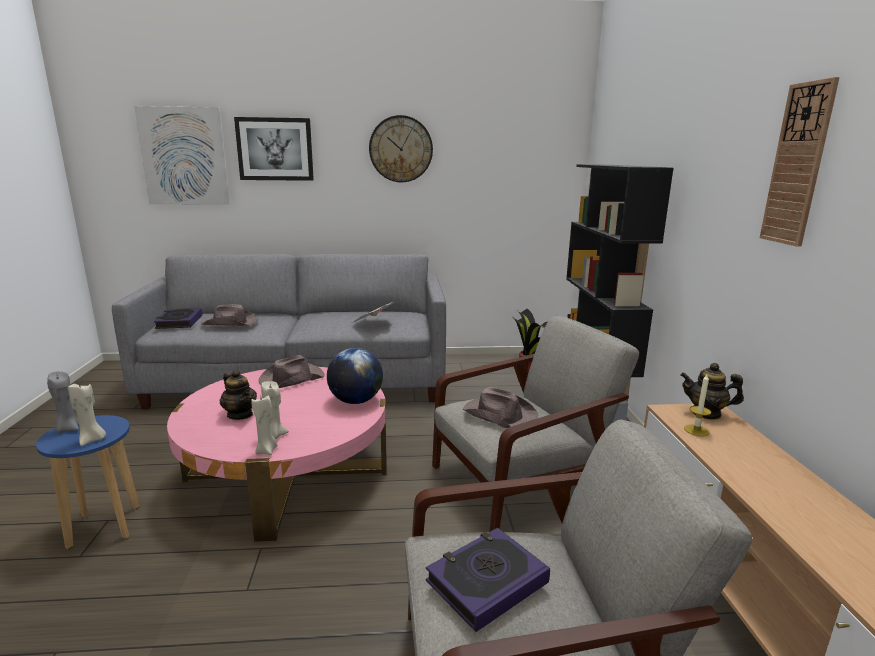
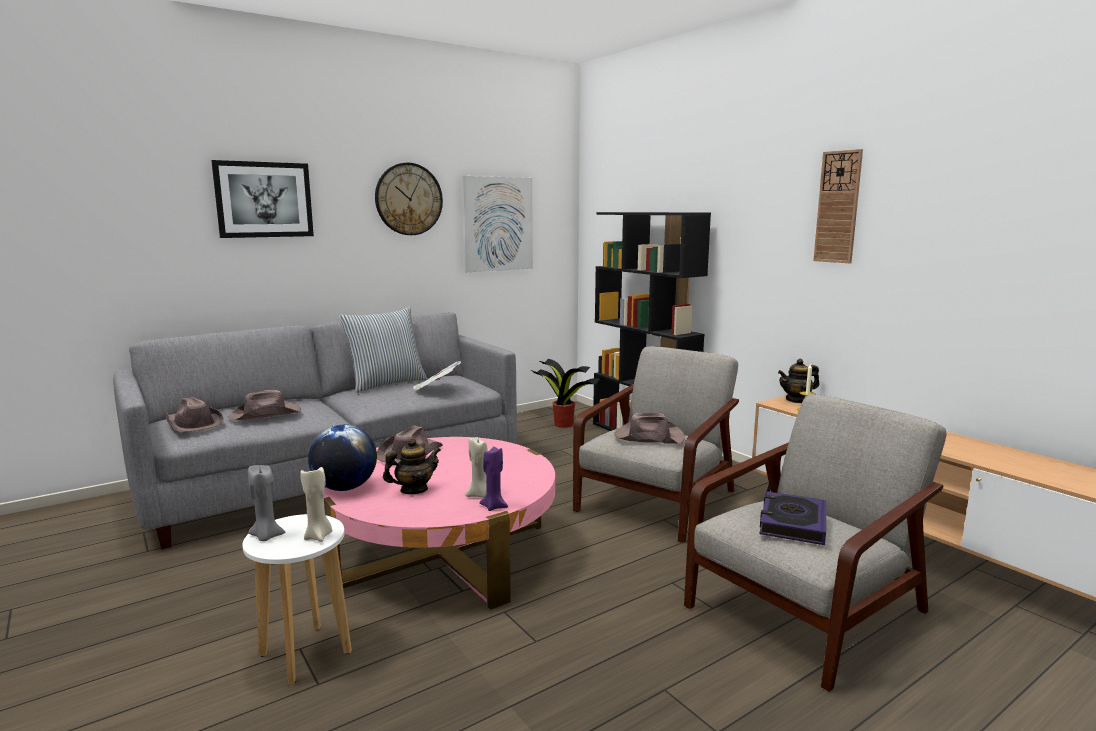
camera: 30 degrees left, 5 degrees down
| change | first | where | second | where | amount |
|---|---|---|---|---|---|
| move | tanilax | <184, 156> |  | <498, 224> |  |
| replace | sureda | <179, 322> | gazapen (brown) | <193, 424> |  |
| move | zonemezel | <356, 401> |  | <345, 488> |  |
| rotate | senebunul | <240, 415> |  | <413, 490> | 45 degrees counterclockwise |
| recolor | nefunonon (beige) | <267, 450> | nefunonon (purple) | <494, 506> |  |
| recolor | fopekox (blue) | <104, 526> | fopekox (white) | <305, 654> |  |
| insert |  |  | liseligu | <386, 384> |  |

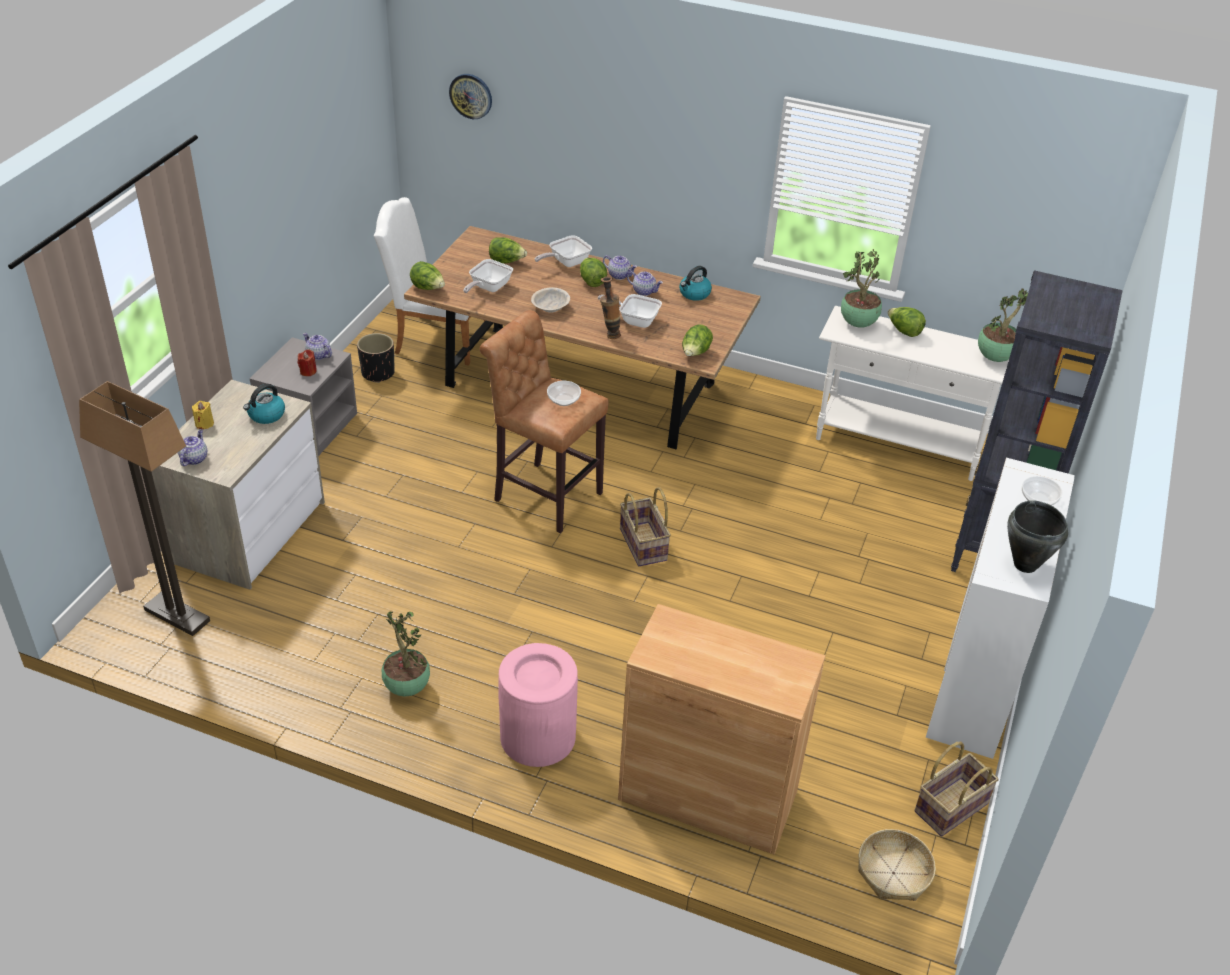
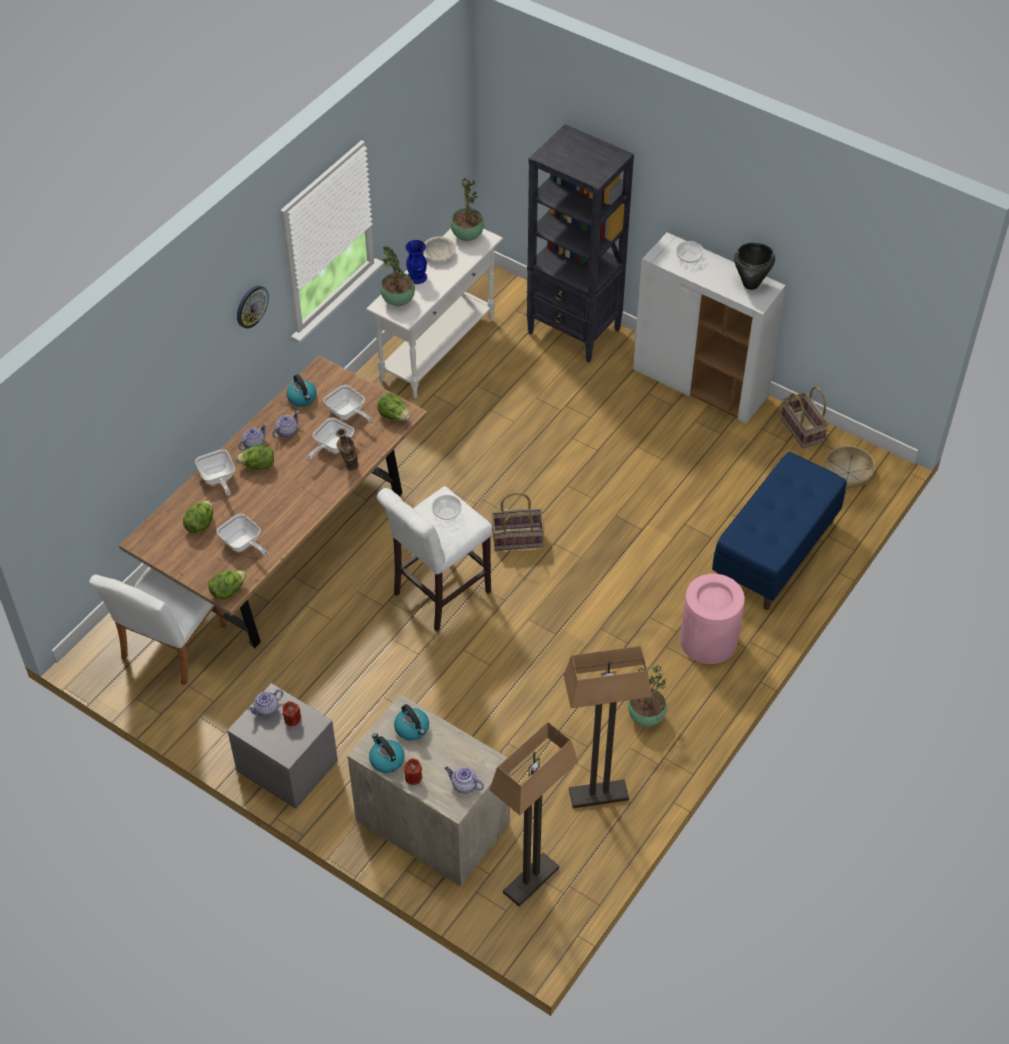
camera: 75 degrees left, 10 degrees up
| change | first | where | second | where | amount |
|---|---|---|---|---|---|
| move | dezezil | <471, 96> |  | <251, 306> |  |
| move | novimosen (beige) | <550, 308> |  | <439, 255> |  |
| replace | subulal | <904, 331> | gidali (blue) | <417, 277> |  |
| recolor | fopekox (brown) | <543, 494> | fopekox (white) | <437, 595> |  |
| delete | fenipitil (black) | <378, 373> |  |  |  |
| recolor | nefunonon (yellow) | <204, 424> | nefunonon (red) | <413, 777> |  |
| replace | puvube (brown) | <708, 795> | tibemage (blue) | <775, 552> |  |
| insert |  |  | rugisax | <348, 414> |  |
| insert |  |  | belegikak | <598, 795> |  |
| insert |  |  | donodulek | <386, 760> |  |

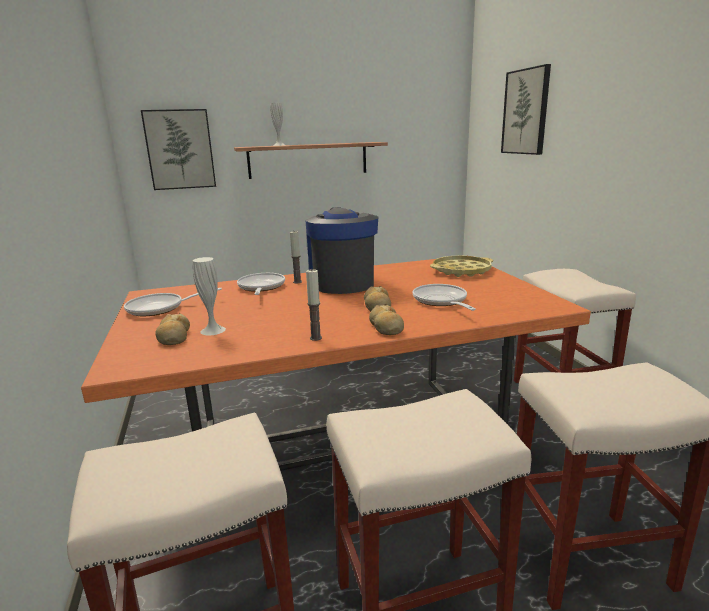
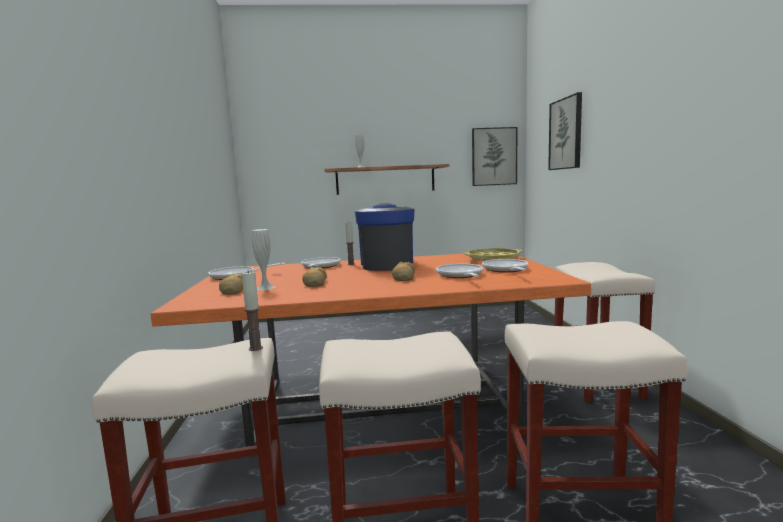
camera: 10 degrees right, 10 degrees down
| change | first | where | second | where | amount |
|---|---|---|---|---|---|
| move | tanilax | <180, 149> |  | <494, 156> |  |
| move | nefunonon | <315, 338> |  | <255, 348> |  |
| move | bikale | <386, 327> |  | <315, 283> |  |
| insert |  |  | rugisax | <506, 270> |  |

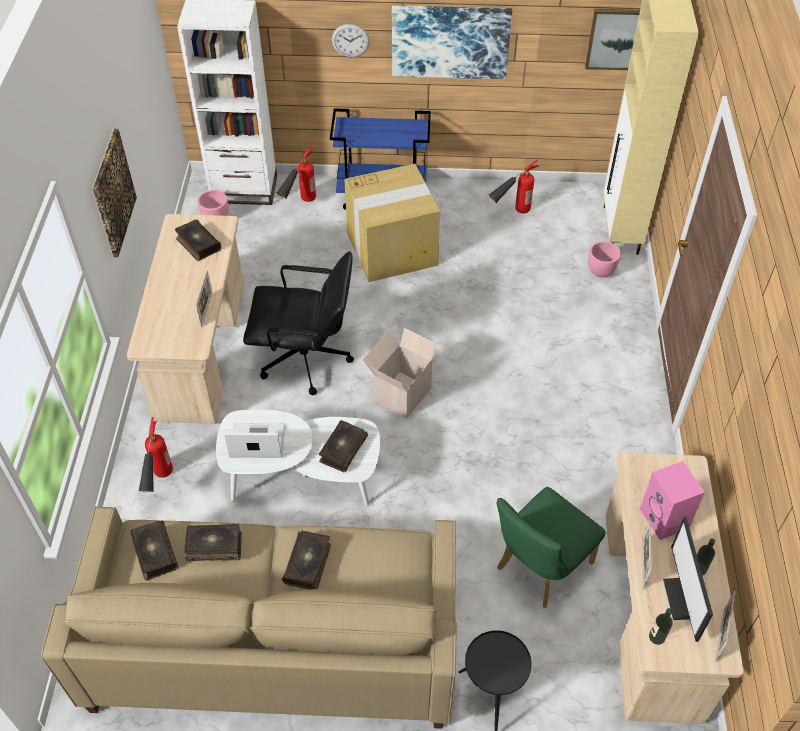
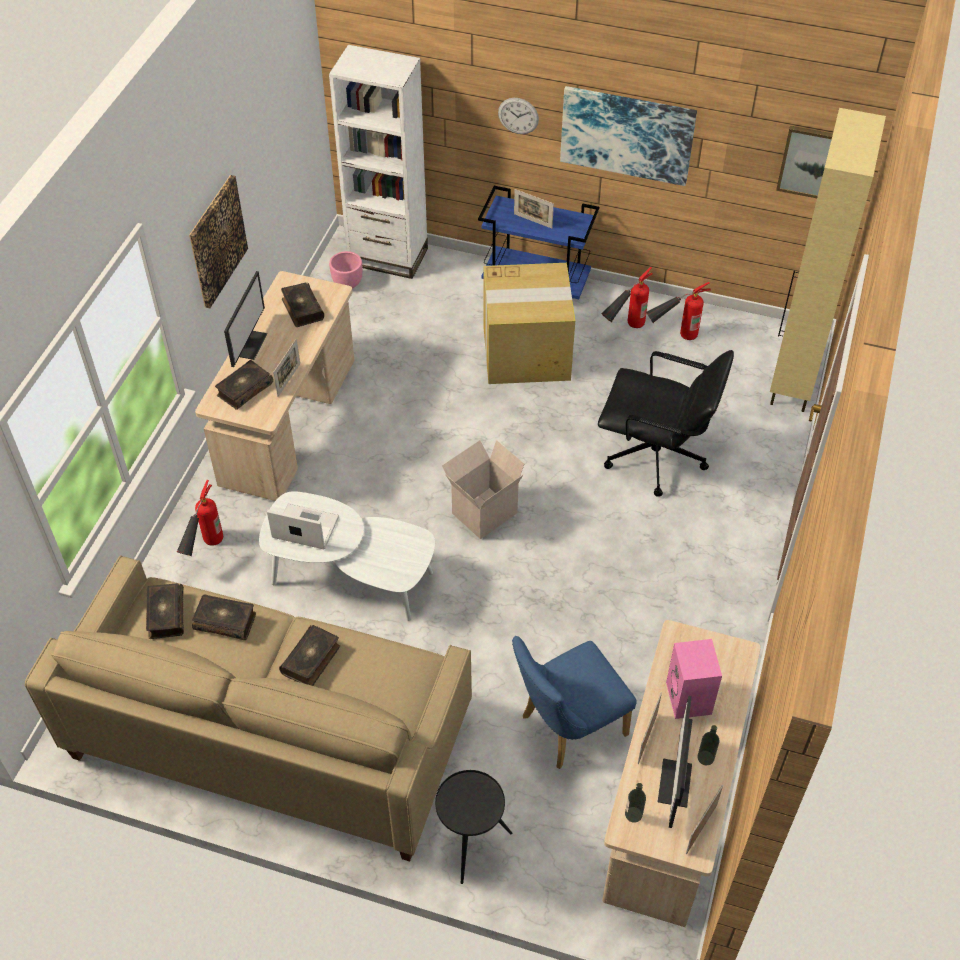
camera: 15 degrees right, 0 degrees up
| change | first | where | second | where | amount |
|---|---|---|---|---|---|
| move | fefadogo | <299, 205> |  | <624, 330> |  |
| delete | fenipitil (pink) | <600, 272> |  |  |  |
| move | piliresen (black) | <306, 360> |  | <656, 457> |  |
| move | sureda | <342, 450> |  | <244, 389> |  |
| recolor | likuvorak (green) | <539, 569> | likuvorak (blue) | <566, 728> |  |
| insert |  |  | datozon | <533, 221> |  |
| insert |  |  | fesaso | <249, 344> |  |

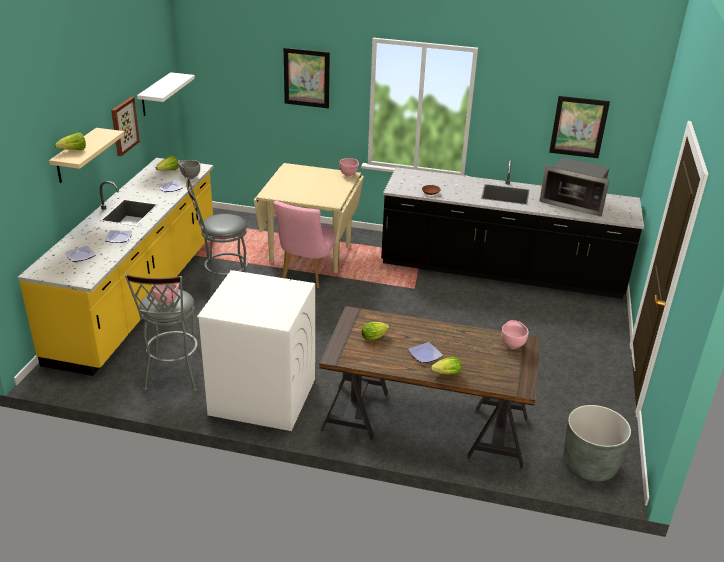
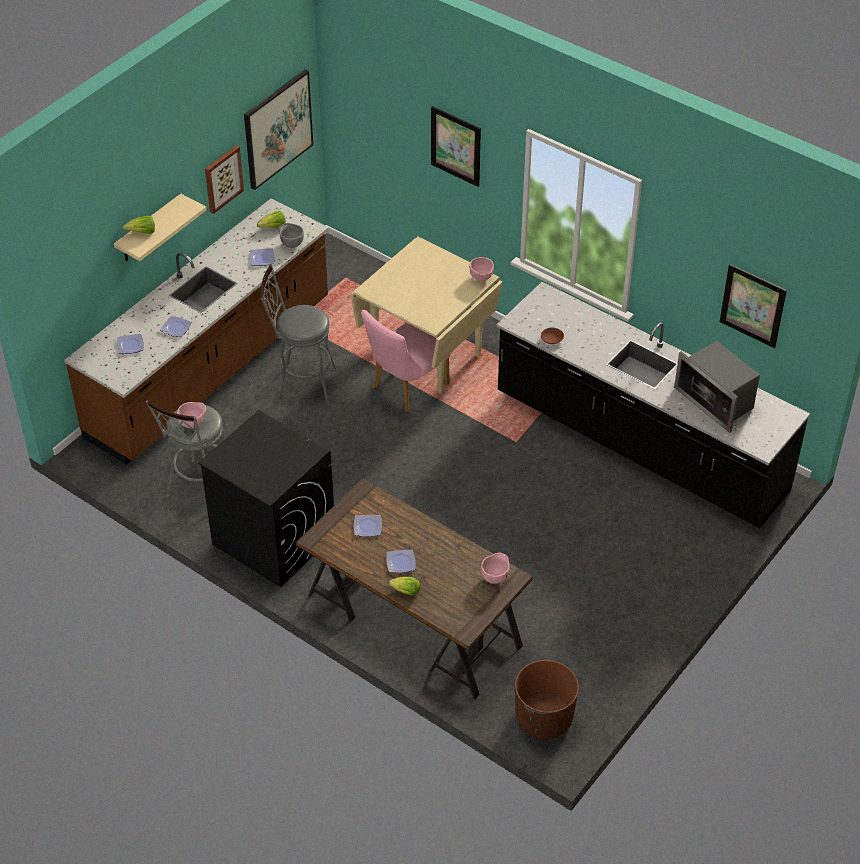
camera: 25 degrees right, 15 degrees up
| change | first | where | second | where | amount |
|---|---|---|---|---|---|
| replace | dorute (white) | <155, 94> | tanilax | <277, 129> |  |
| recolor | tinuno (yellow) | <139, 295> | tinuno (brown) | <211, 369> |  |
| recolor | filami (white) | <262, 397> | filami (black) | <273, 539> |  |
| replace | subulal | <375, 337> | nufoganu | <367, 526> |  |
| recolor | fenipitil (grey) | <589, 465> | fenipitil (brown) | <544, 718> |  |

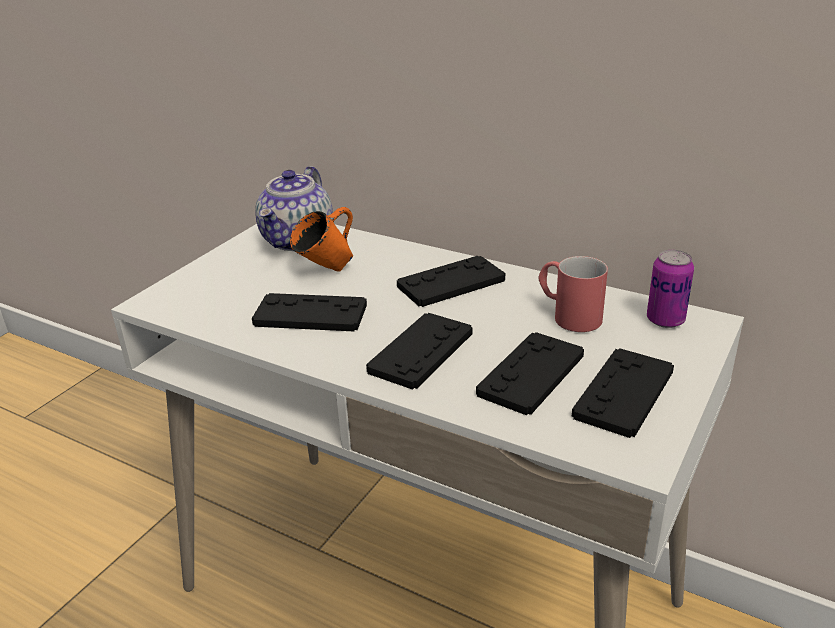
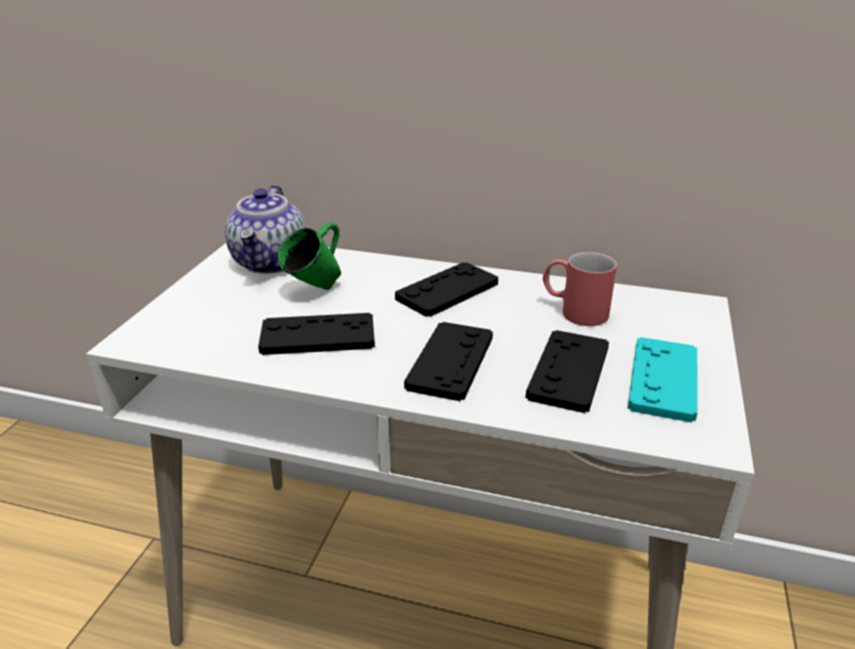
camera: 15 degrees left, 0 degrees up
| change | first | where | second | where | amount |
|---|---|---|---|---|---|
| recolor | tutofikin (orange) | <327, 271> | tutofikin (green) | <315, 291> |  |
| delete | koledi | <665, 320> |  |  |  |
| recolor | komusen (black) | <623, 393> | komusen (turquoise) | <663, 380> |  |

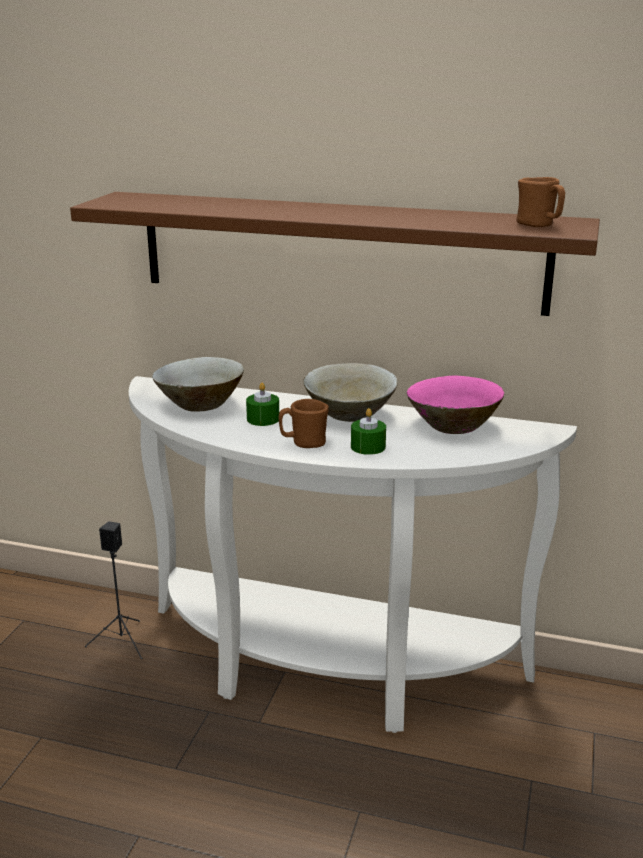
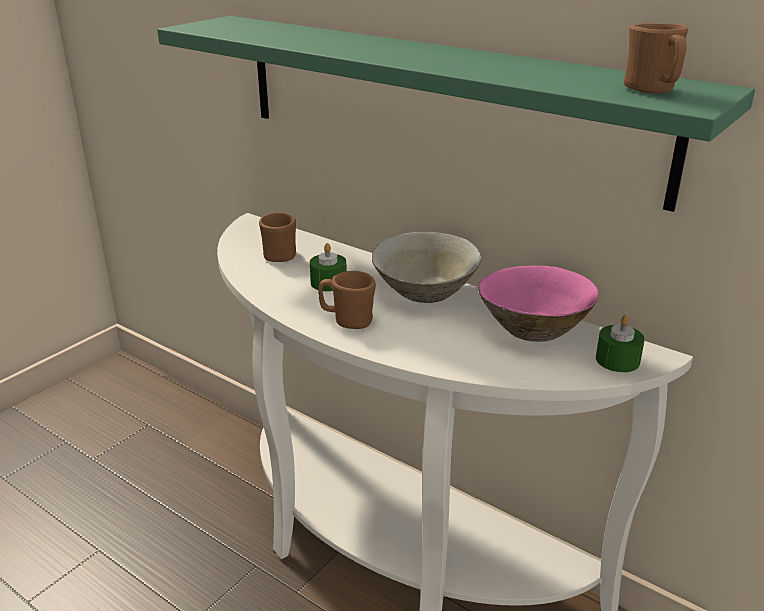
camera: 20 degrees right, 5 degrees up
| change | first | where | second | where | amount |
|---|---|---|---|---|---|
| recolor | dorute (brown) | <339, 251> | dorute (green) | <437, 102> |  |
| replace | novimosen (beige) | <200, 404> | tutofikin (brown) | <280, 254> |  |
| move | nefunonon (green) | <368, 447> |  | <617, 360> |  |
| delete | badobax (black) | <123, 642> |  |  |  |

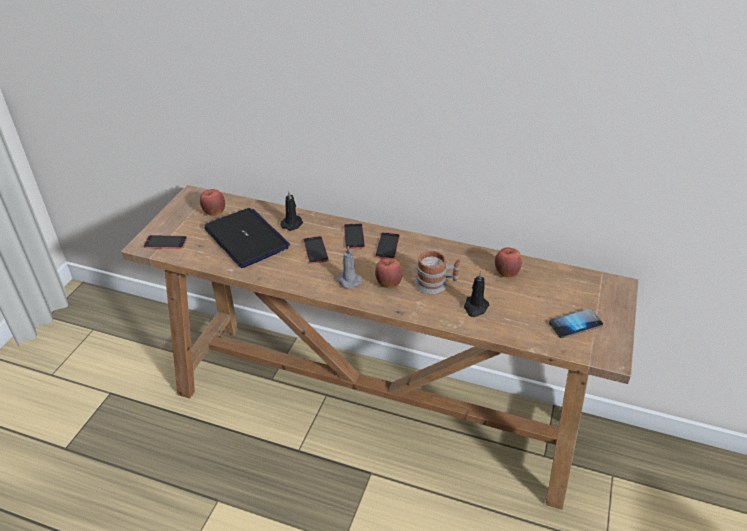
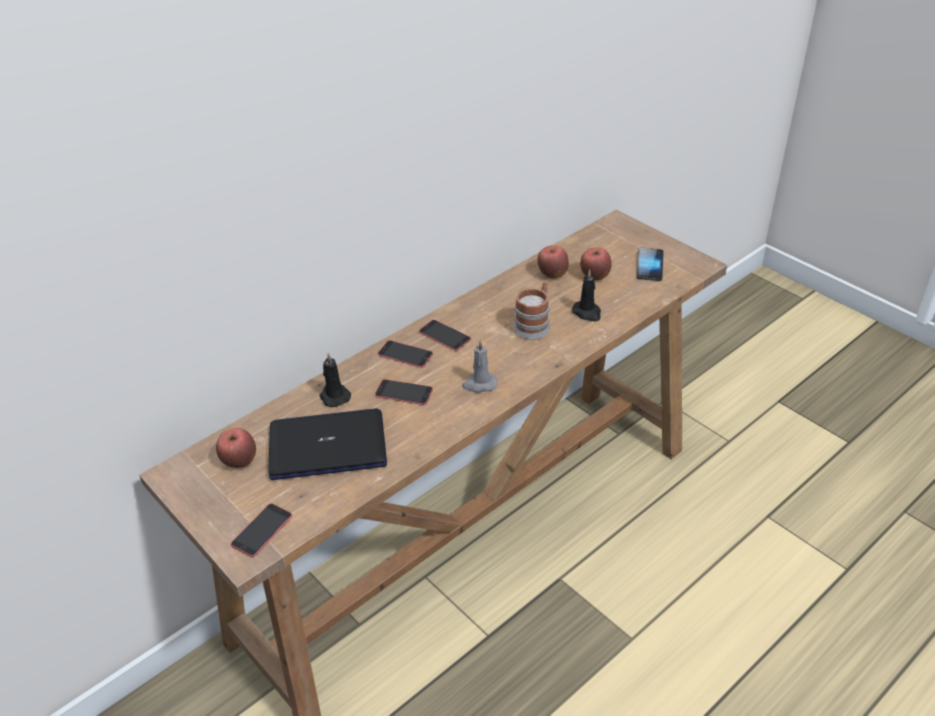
camera: 60 degrees left, 0 degrees up
| change | first | where | second | where | amount |
|---|---|---|---|---|---|
| move | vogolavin | <388, 283> |  | <594, 277> |  |

